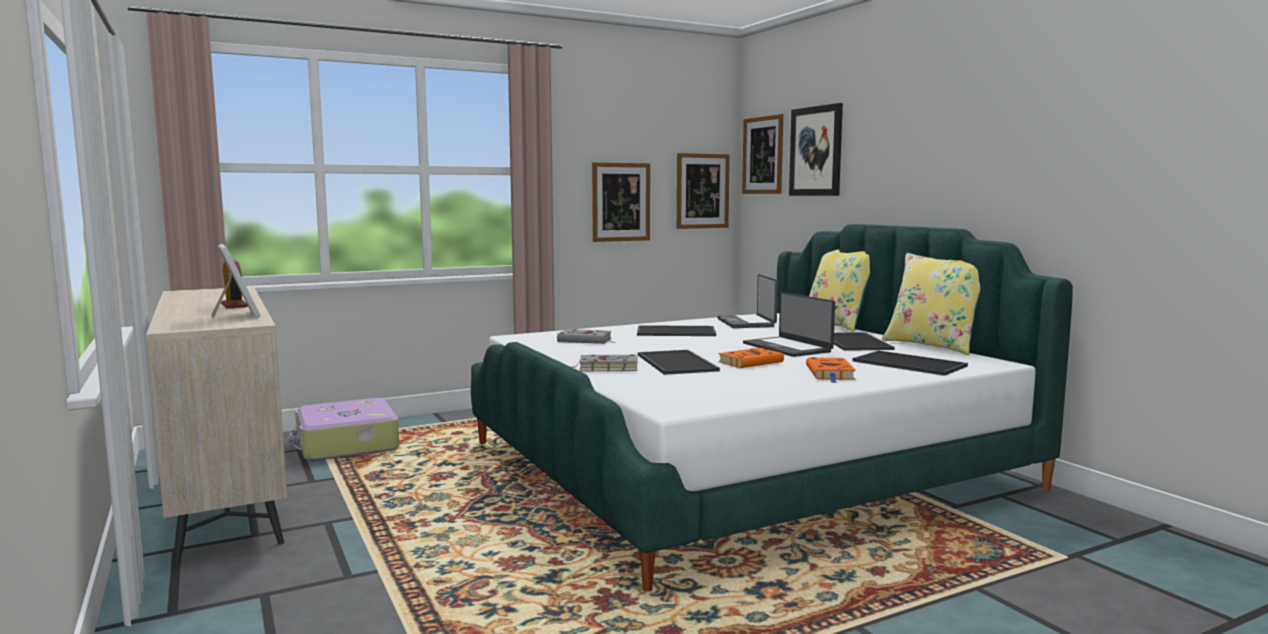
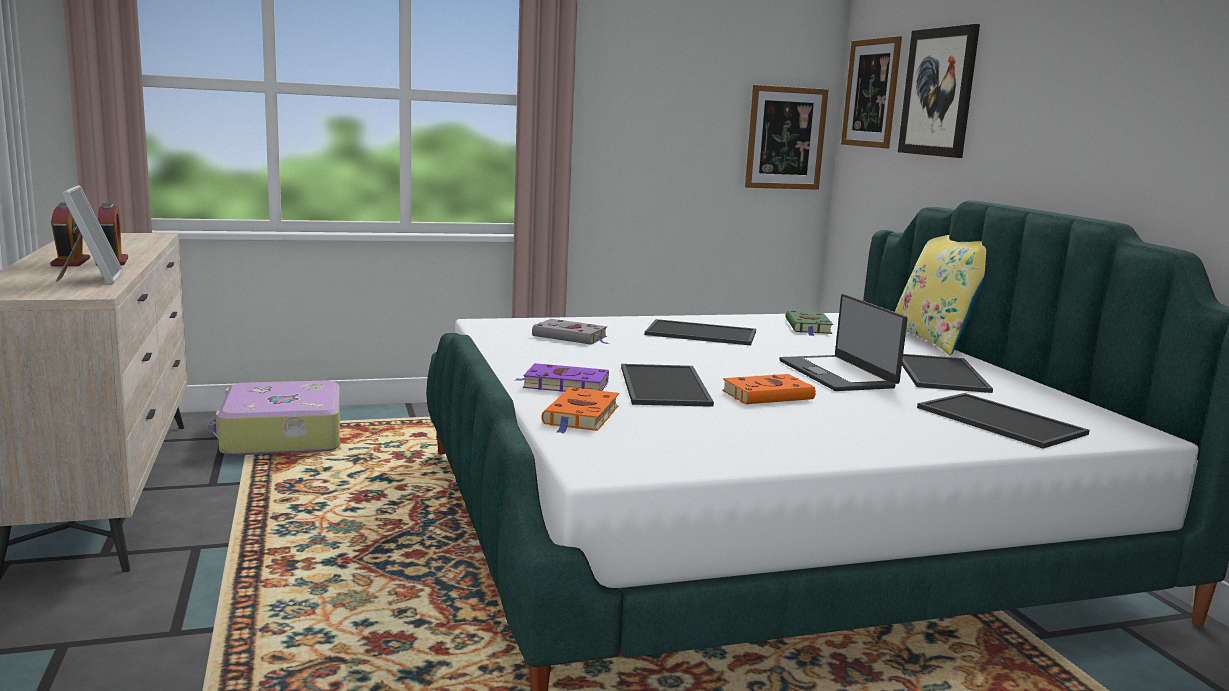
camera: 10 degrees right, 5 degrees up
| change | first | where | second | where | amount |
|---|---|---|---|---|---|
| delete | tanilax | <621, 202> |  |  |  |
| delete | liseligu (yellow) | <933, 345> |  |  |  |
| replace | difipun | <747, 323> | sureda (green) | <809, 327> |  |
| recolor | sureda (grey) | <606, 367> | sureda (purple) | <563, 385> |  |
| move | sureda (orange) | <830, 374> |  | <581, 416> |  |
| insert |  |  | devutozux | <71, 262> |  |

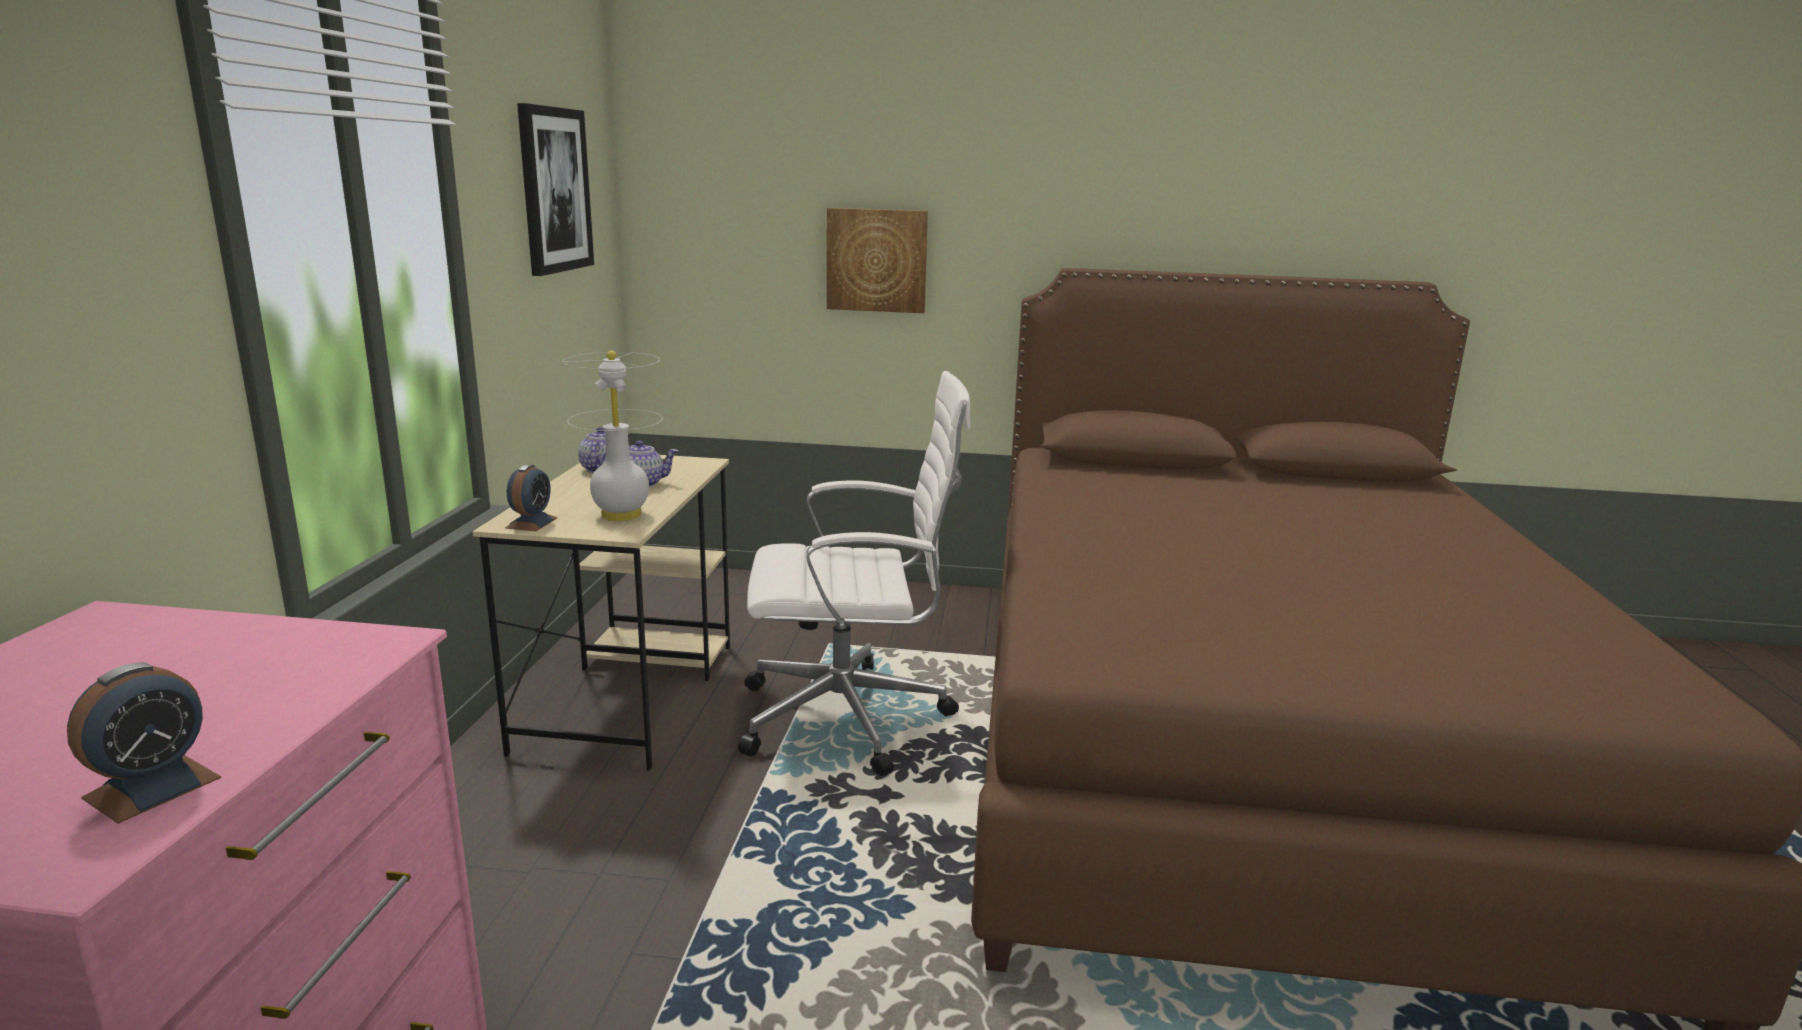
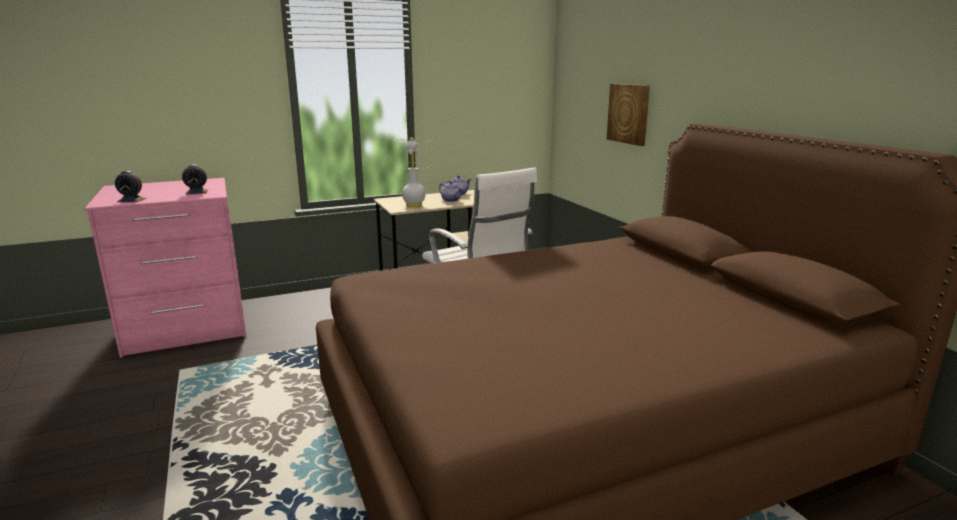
camera: 60 degrees right, 0 degrees up
| change | first | where | second | where | amount |
|---|---|---|---|---|---|
| delete | tanilax | <554, 190> |  |  |  |
| move | devutozux | <531, 523> |  | <196, 192> |  |

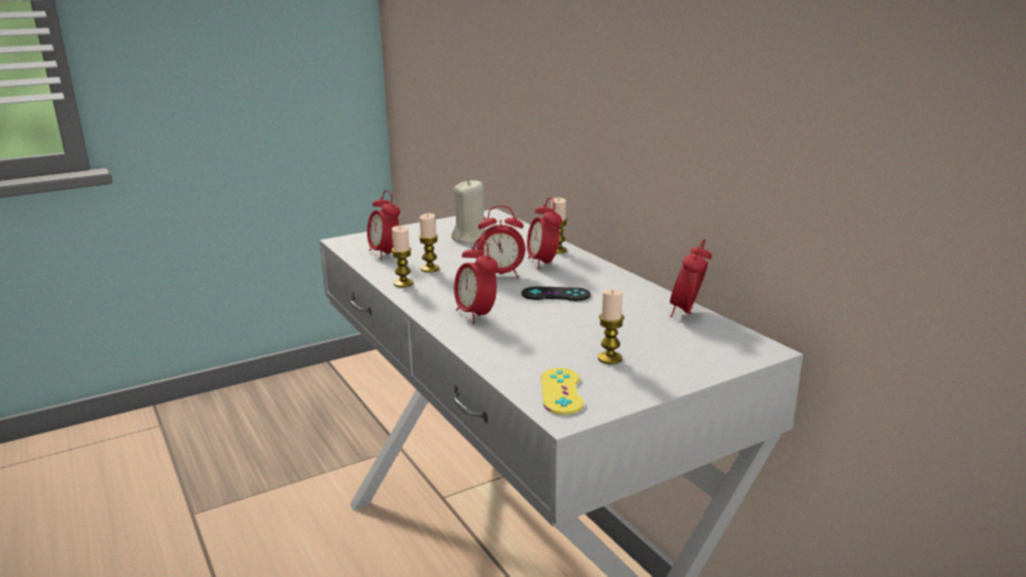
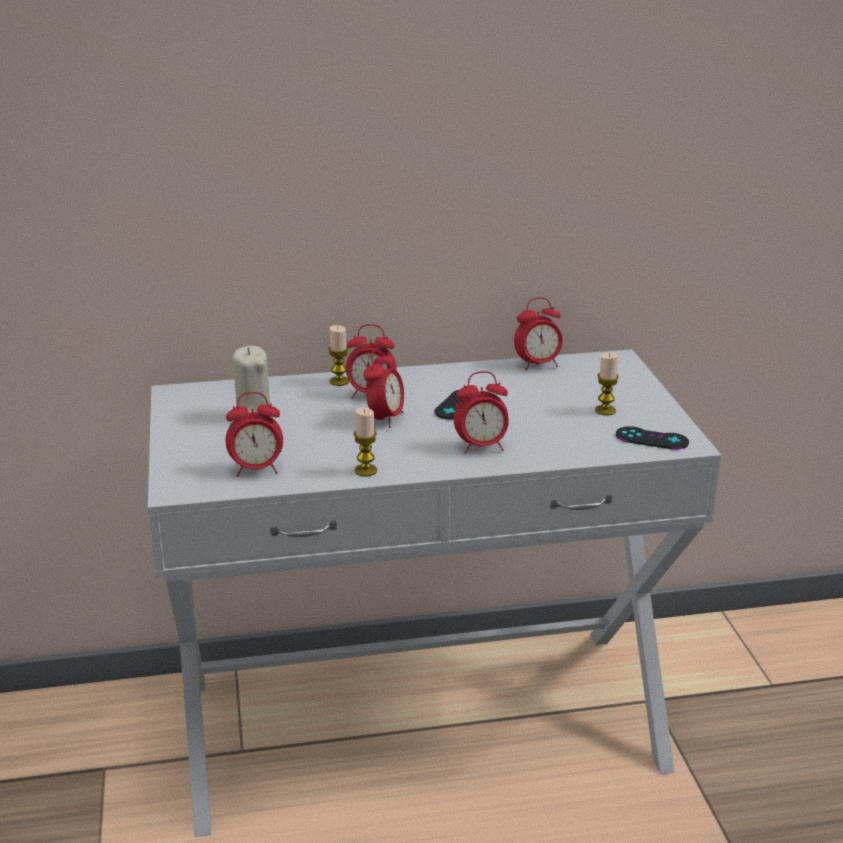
camera: 70 degrees left, 5 degrees up
| change | first | where | second | where | amount |
|---|---|---|---|---|---|
| delete | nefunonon | <430, 269> |  |  |  |
| rotate | devutozux | <687, 313> |  | <538, 365> | 60 degrees counterclockwise |
| recolor | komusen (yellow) | <561, 391> | komusen (black) | <652, 439> |  |

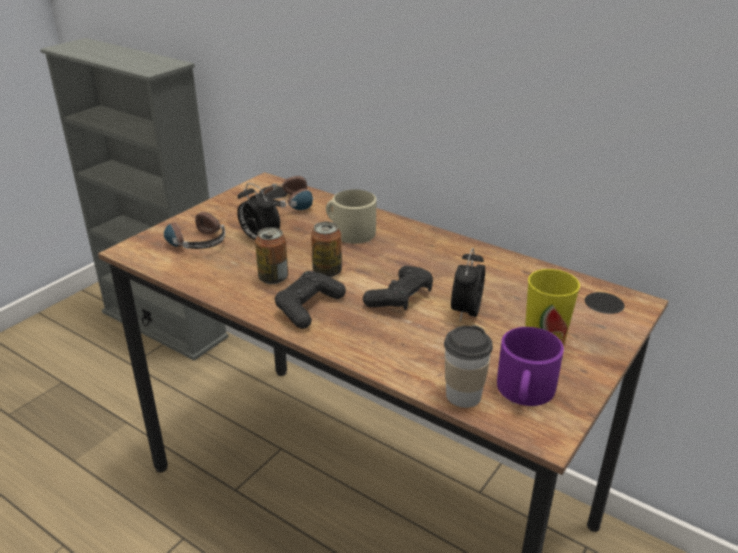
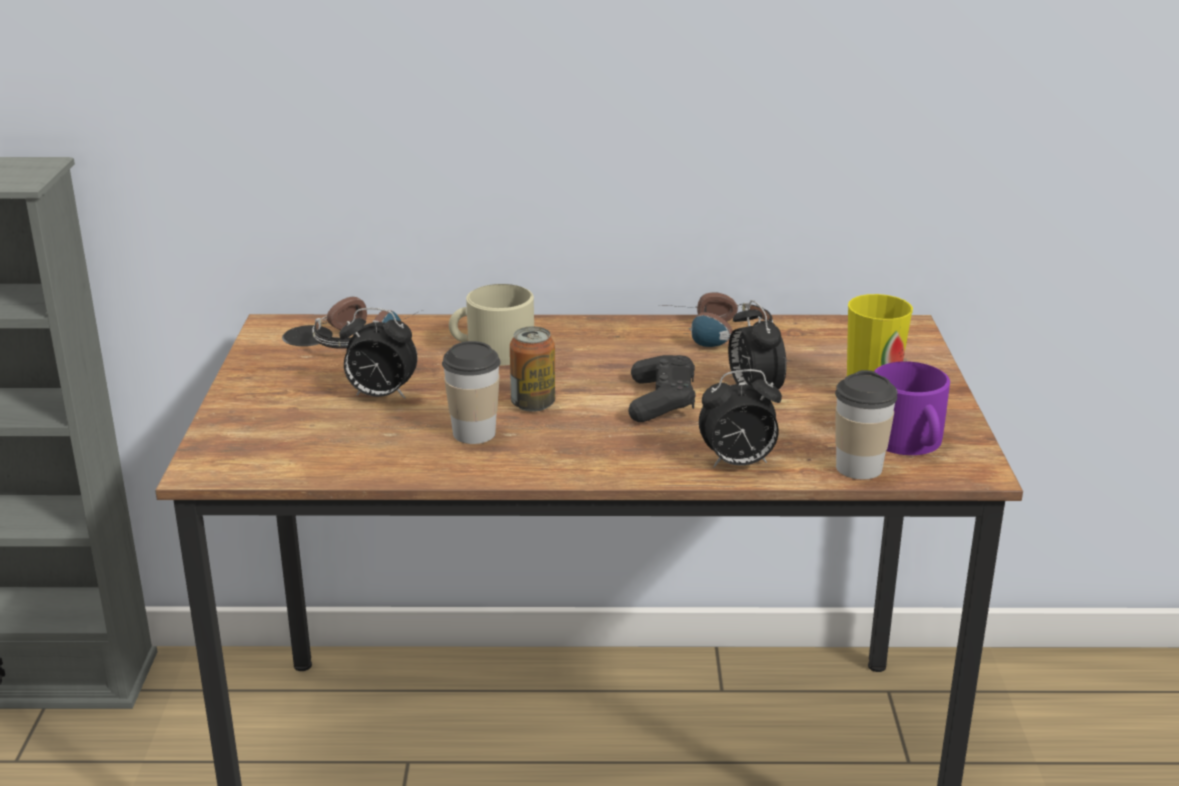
camera: 35 degrees left, 5 degrees down
| change | first | where | second | where | amount |
|---|---|---|---|---|---|
| move | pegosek | <193, 239> |  | <712, 334> |  |
| replace | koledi | <273, 278> | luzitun | <474, 433> |  |
| delete | komusen (black) | <308, 307> |  |  |  |
| insert |  |  | devutozux | <737, 463> |  |

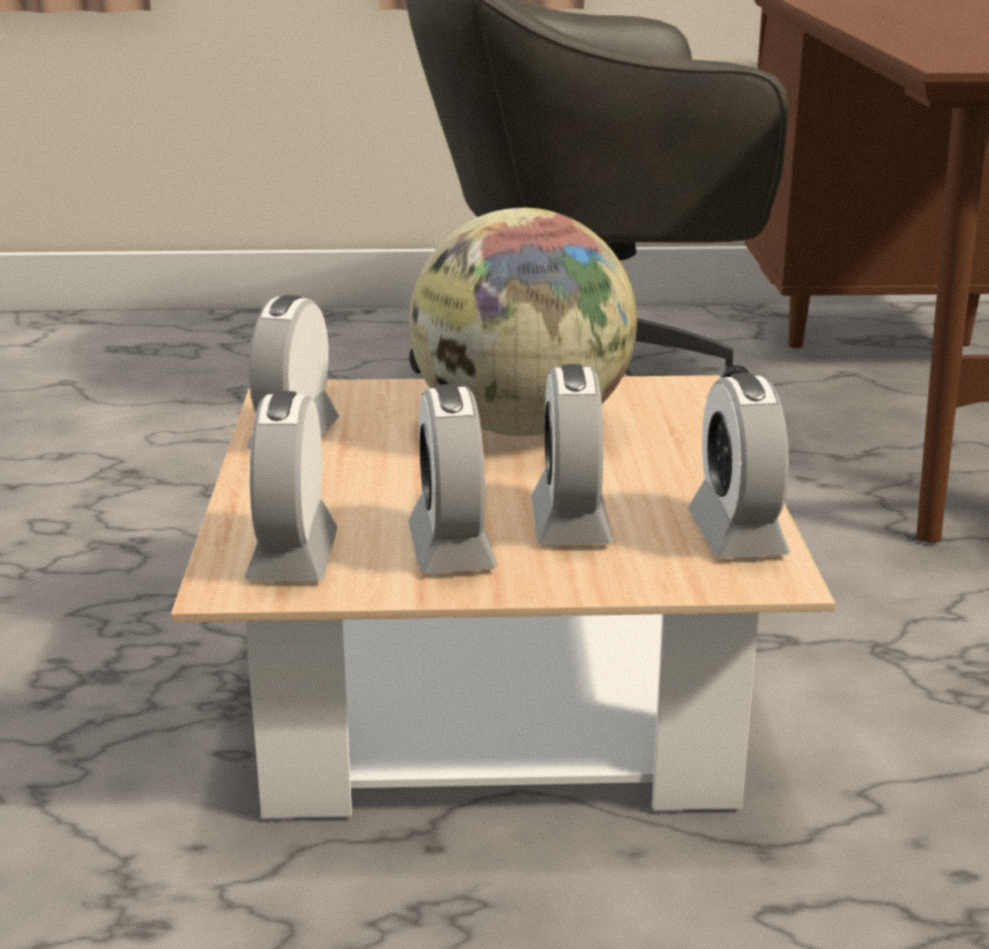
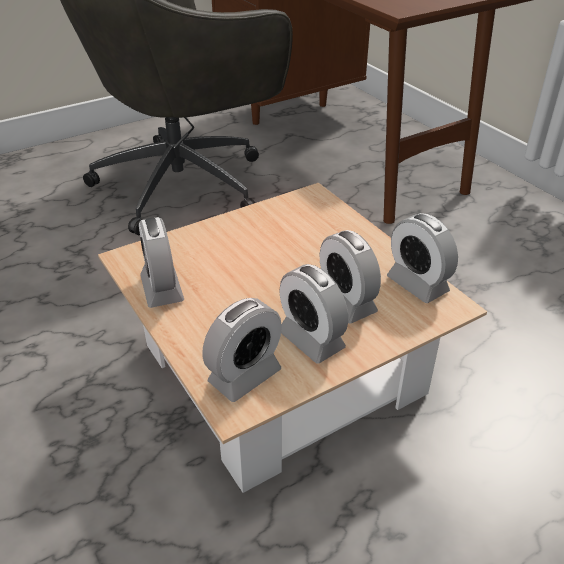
camera: 30 degrees left, 15 degrees up
| change | first | where | second | where | amount |
|---|---|---|---|---|---|
| delete | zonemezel | <521, 428> |  |  |  |
| rotate | devutozux | <292, 557> |  | <244, 376> | 105 degrees counterclockwise |

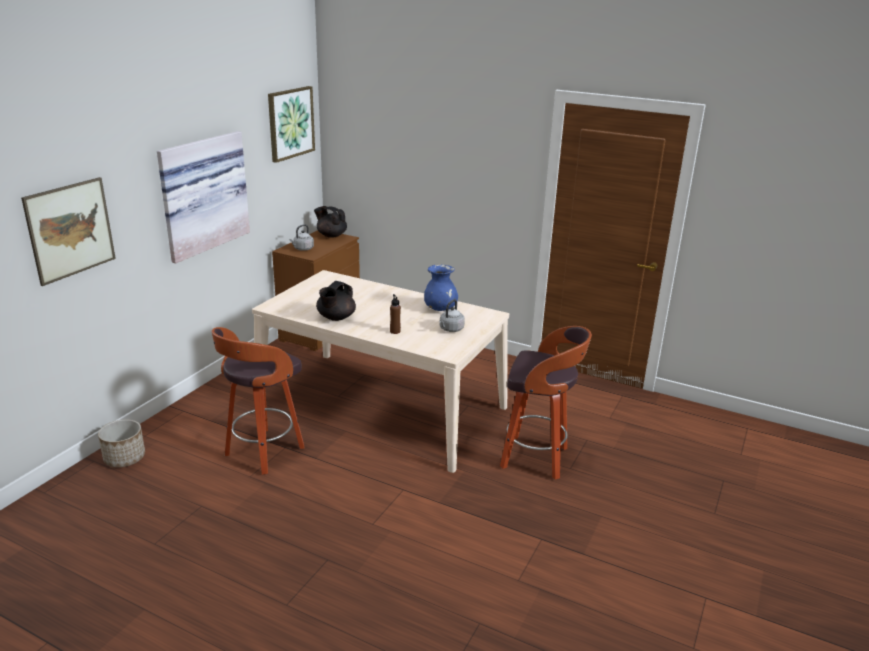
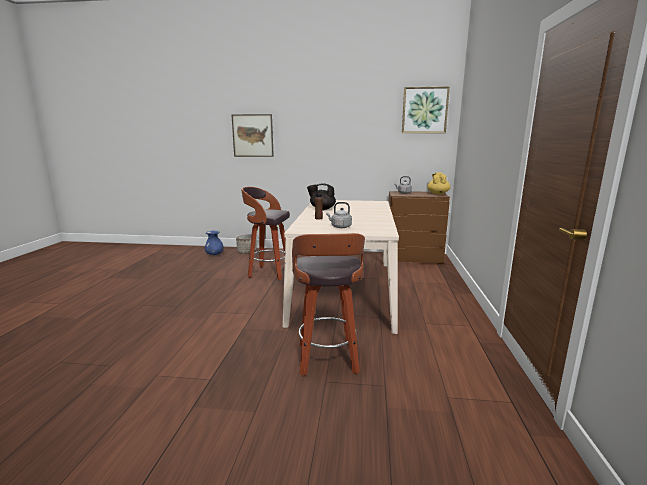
camera: 70 degrees right, 10 degrees down
| change | first | where | second | where | amount |
|---|---|---|---|---|---|
| delete | tanilax | <202, 194> |  |  |  |
| recolor | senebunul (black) | <331, 235> | senebunul (yellow) | <437, 193> |  |
| move | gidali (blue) | <440, 309> |  | <214, 254> |  |

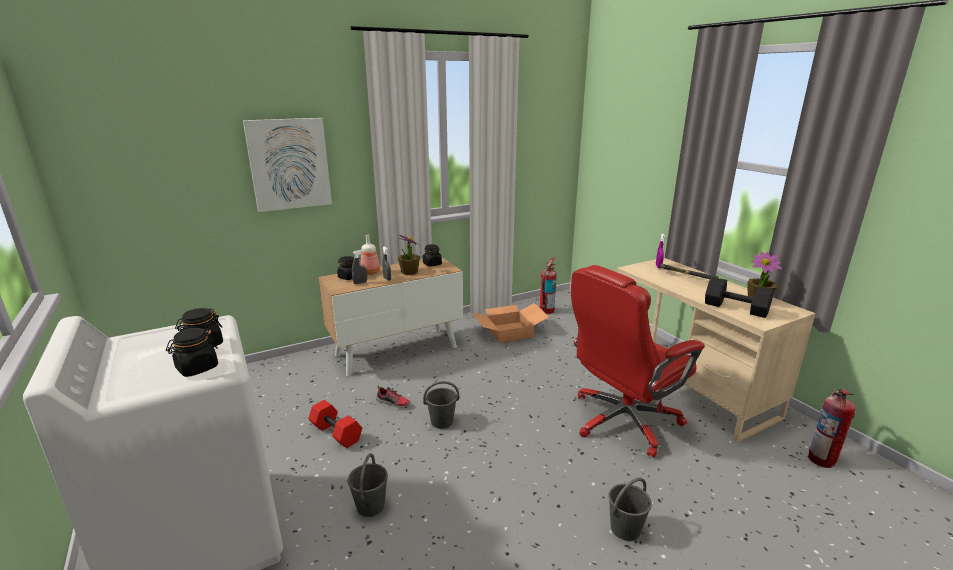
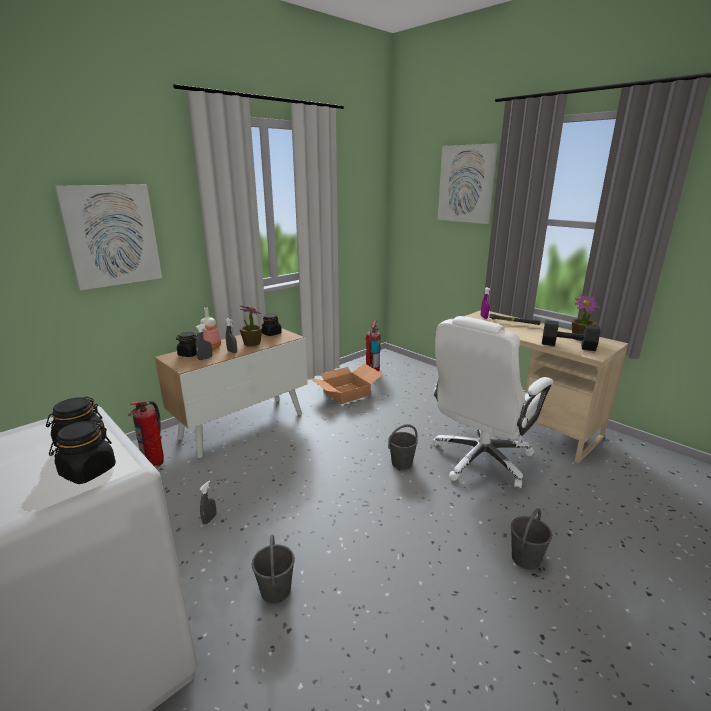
camera: 15 degrees left, 0 degrees up
| change | first | where | second | where | amount |
|---|---|---|---|---|---|
| recolor | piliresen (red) | <623, 420> | piliresen (white) | <480, 459> |  |
| move | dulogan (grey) | <442, 421> |  | <402, 463> |  |
| delete | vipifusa | <393, 403> |  |  |  |
| move | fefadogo | <822, 459> |  | <154, 462> |  |
| replace | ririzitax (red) | <337, 433> | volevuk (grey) | <209, 519> |  |
| insert |  |  | tanilax | <466, 184> |  |

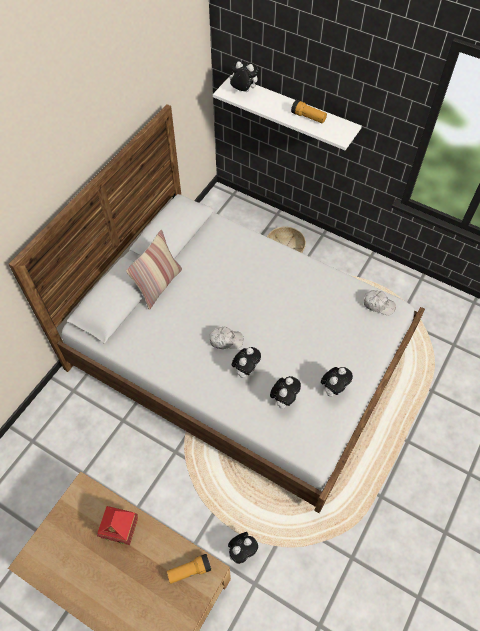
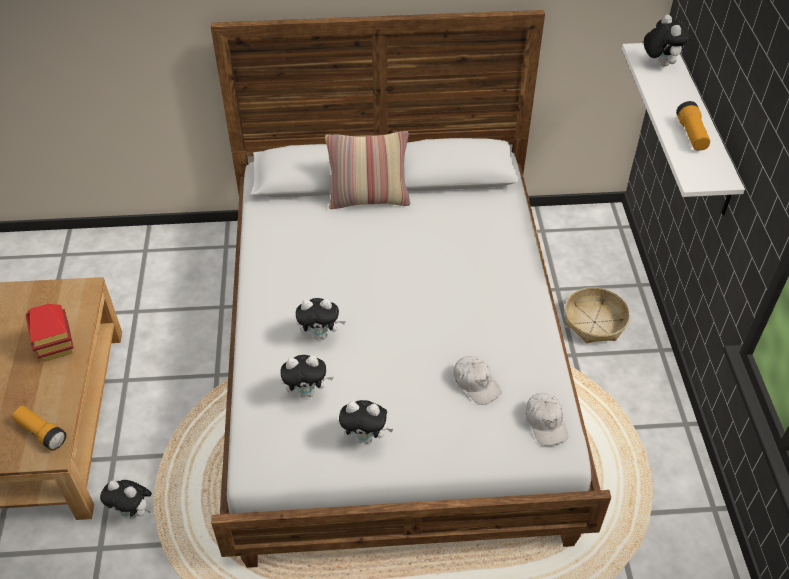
camera: 55 degrees right, 10 degrees down
| change | first | where | second | where | amount |
|---|---|---|---|---|---|
| move | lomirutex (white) | <225, 340> |  | <476, 383> |  |

